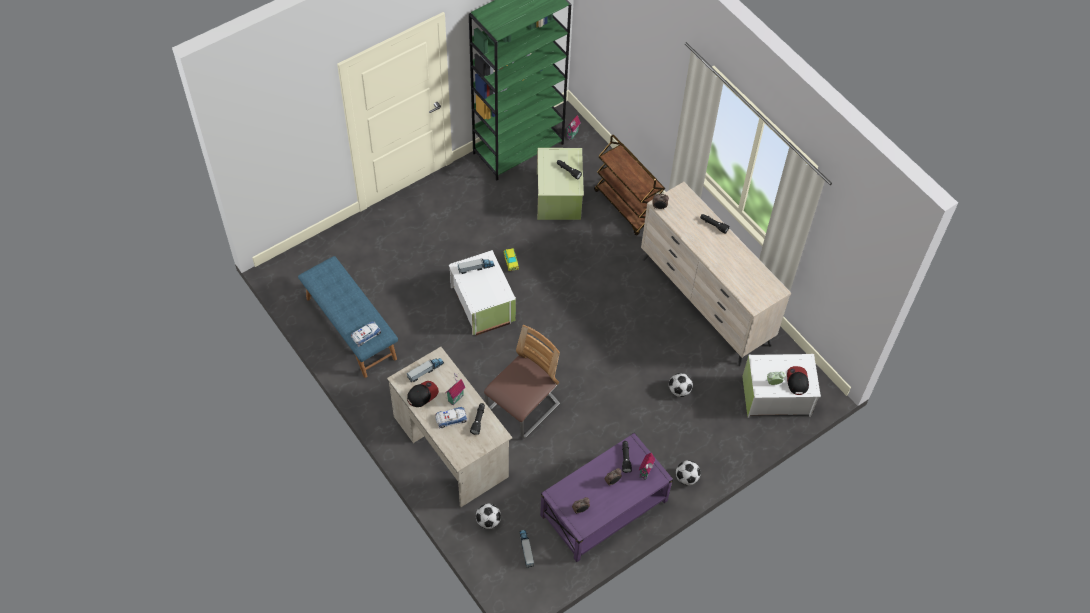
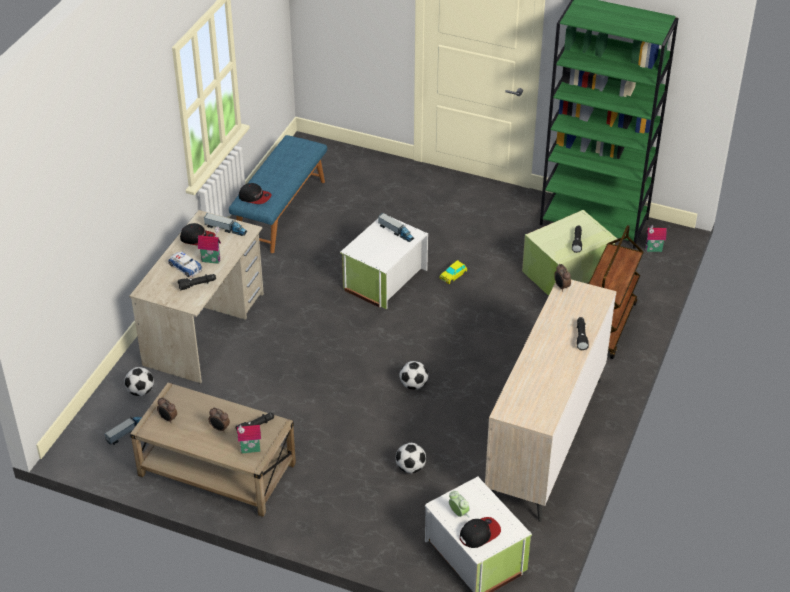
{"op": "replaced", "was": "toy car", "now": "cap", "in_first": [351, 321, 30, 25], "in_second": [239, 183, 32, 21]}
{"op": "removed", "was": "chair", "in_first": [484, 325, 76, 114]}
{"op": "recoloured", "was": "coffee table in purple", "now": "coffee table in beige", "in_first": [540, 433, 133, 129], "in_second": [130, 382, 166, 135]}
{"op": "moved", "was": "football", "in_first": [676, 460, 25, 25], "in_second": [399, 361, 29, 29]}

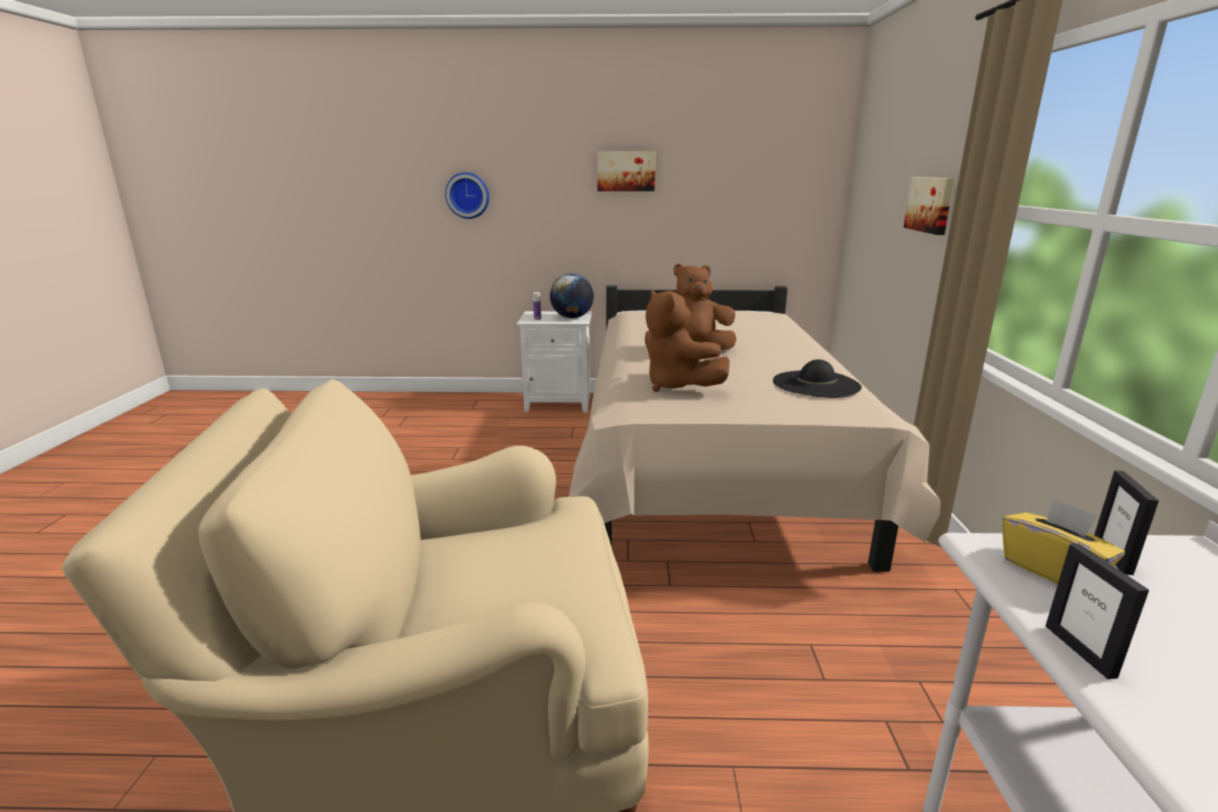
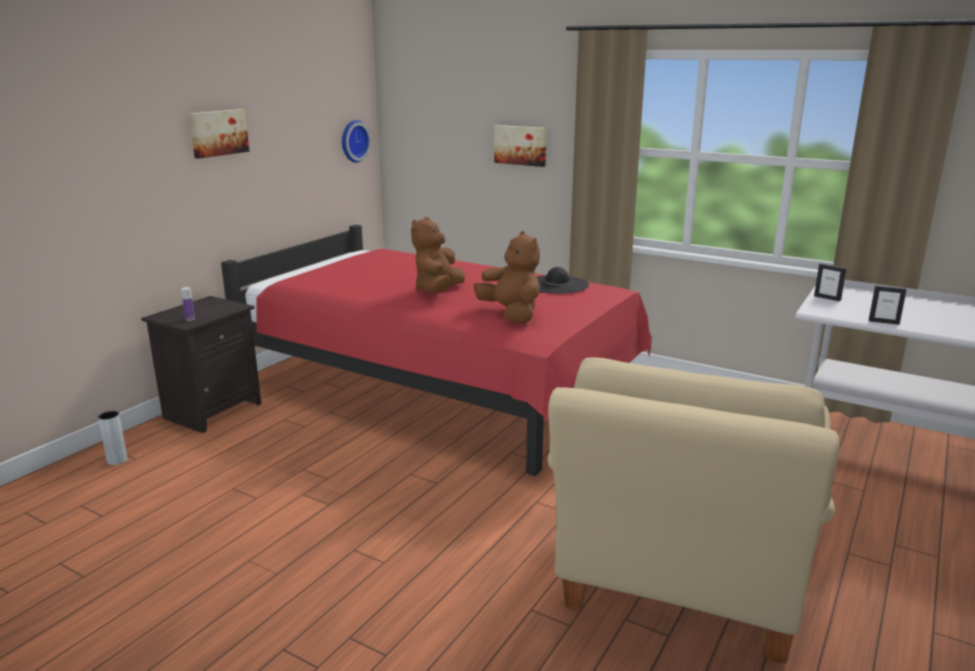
{"op": "moved", "was": "wall clock", "in_first": [445, 172, 44, 47], "in_second": [342, 120, 29, 43]}
{"op": "removed", "was": "globe", "in_first": [550, 274, 44, 44]}
{"op": "recoloured", "was": "bed in beige", "now": "bed in red", "in_first": [569, 285, 372, 287], "in_second": [221, 225, 431, 251]}
{"op": "turned", "was": "plush toy in brown", "in_first": [645, 289, 85, 103], "in_second": [474, 231, 66, 92], "clockwise": -120}
{"op": "recoloured", "was": "nightstand in white", "now": "nightstand in black", "in_first": [517, 311, 75, 101], "in_second": [141, 296, 120, 137]}
{"op": "removed", "was": "tissue box in yellow", "in_first": [1002, 498, 123, 86]}
{"op": "added", "now": "vase in grey", "in_second": [98, 411, 30, 54]}

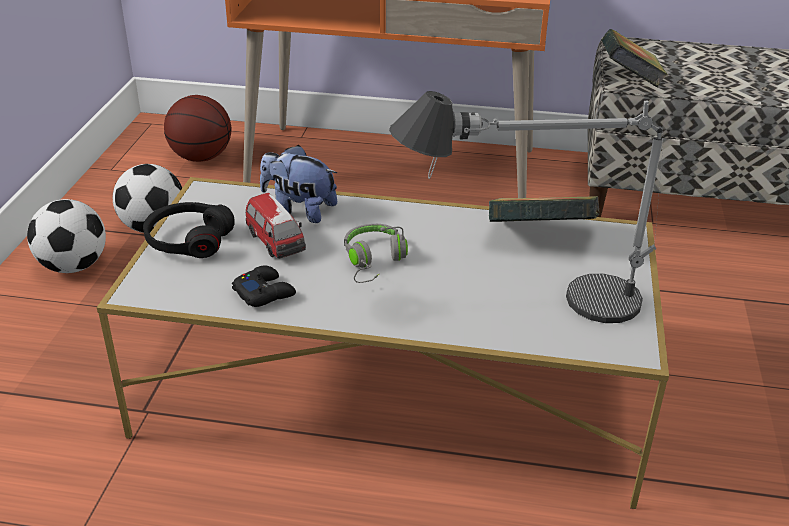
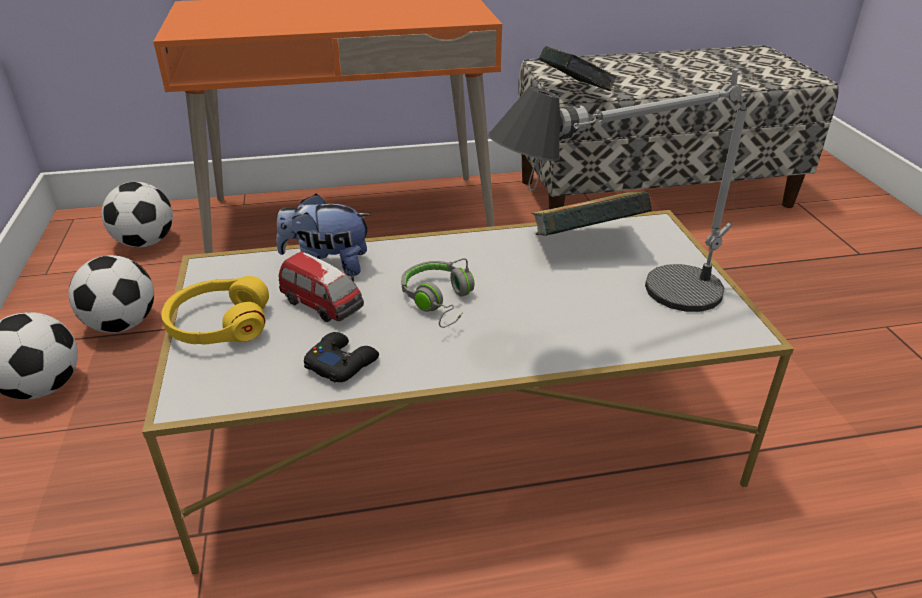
{"op": "replaced", "was": "basketball", "now": "football", "in_first": [164, 95, 67, 67], "in_second": [102, 182, 71, 65]}
{"op": "recoloured", "was": "headphones in black", "now": "headphones in yellow", "in_first": [143, 202, 92, 56], "in_second": [161, 276, 108, 69]}

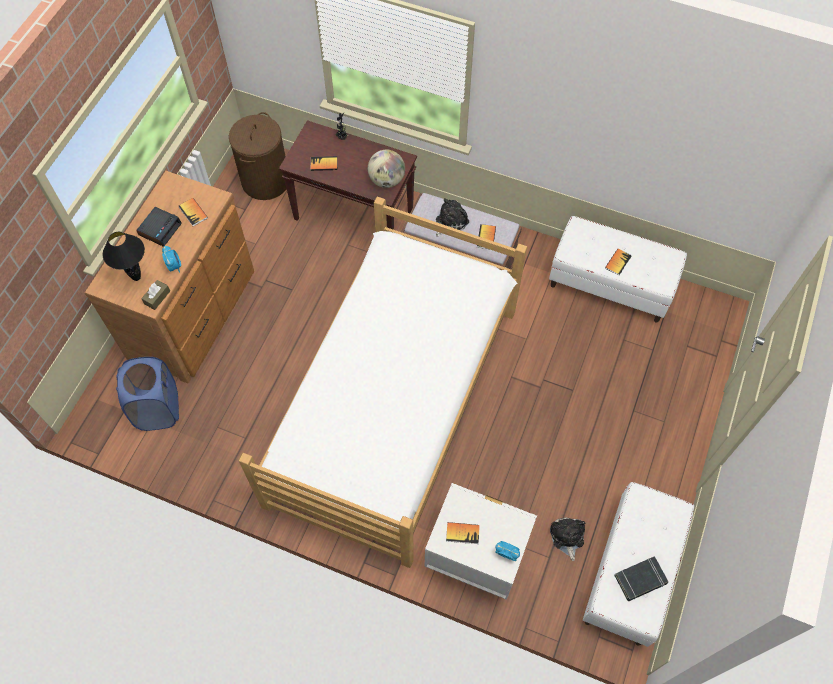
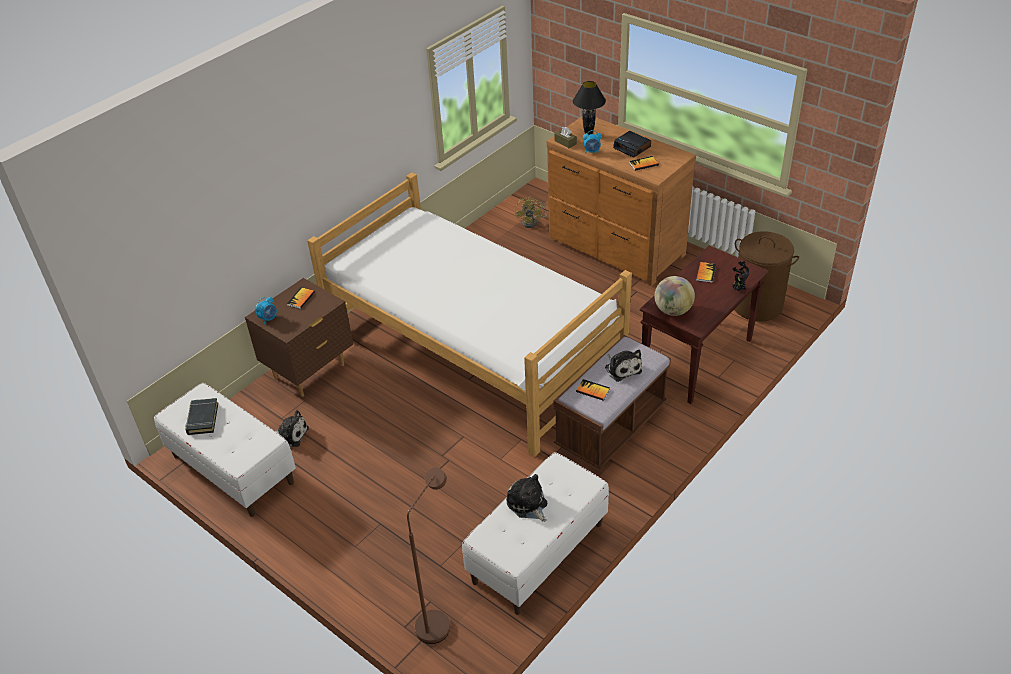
{"op": "replaced", "was": "book", "now": "plush toy", "in_first": [605, 249, 27, 27], "in_second": [506, 474, 41, 48]}
{"op": "replaced", "was": "laundry basket in blue", "now": "fan in yellow", "in_first": [116, 357, 63, 74], "in_second": [515, 196, 32, 32]}
{"op": "recoloured", "was": "nightstand in white", "now": "nightstand in brown", "in_first": [425, 483, 112, 117], "in_second": [245, 278, 108, 119]}
{"op": "added", "now": "floor lamp in brown", "in_second": [407, 467, 43, 177]}

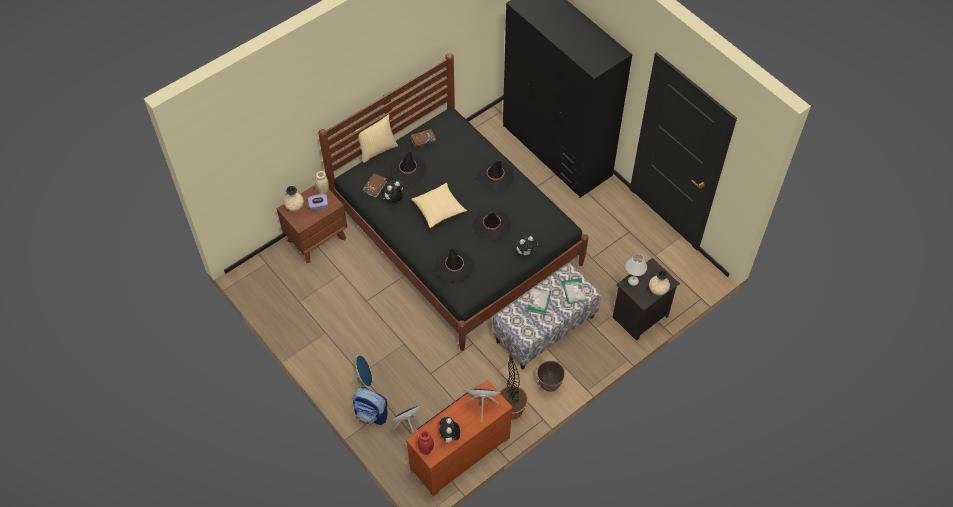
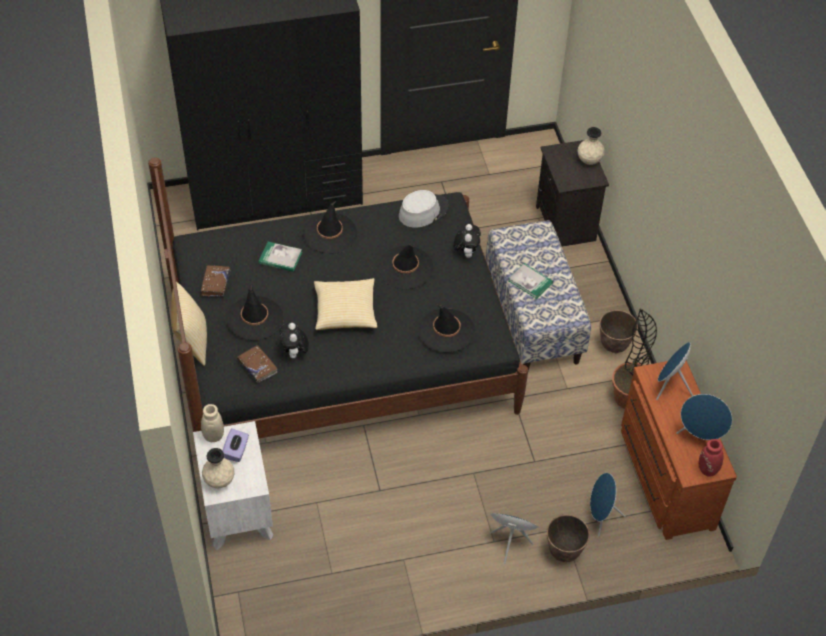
{"op": "recoloured", "was": "nightstand in brown", "now": "nightstand in white", "in_first": [277, 185, 70, 78], "in_second": [193, 421, 80, 129]}
{"op": "removed", "was": "table lamp in white", "in_first": [626, 254, 21, 32]}
{"op": "moved", "was": "book", "in_first": [562, 278, 25, 26], "in_second": [259, 242, 43, 30]}
{"op": "replaced", "was": "backpack", "now": "planter", "in_first": [353, 387, 35, 38], "in_second": [547, 515, 43, 47]}
{"op": "replaced", "was": "plush toy", "now": "speaker in blue", "in_first": [439, 417, 21, 26], "in_second": [676, 394, 56, 46]}
{"op": "added", "now": "hat in grey", "in_second": [399, 190, 49, 38]}

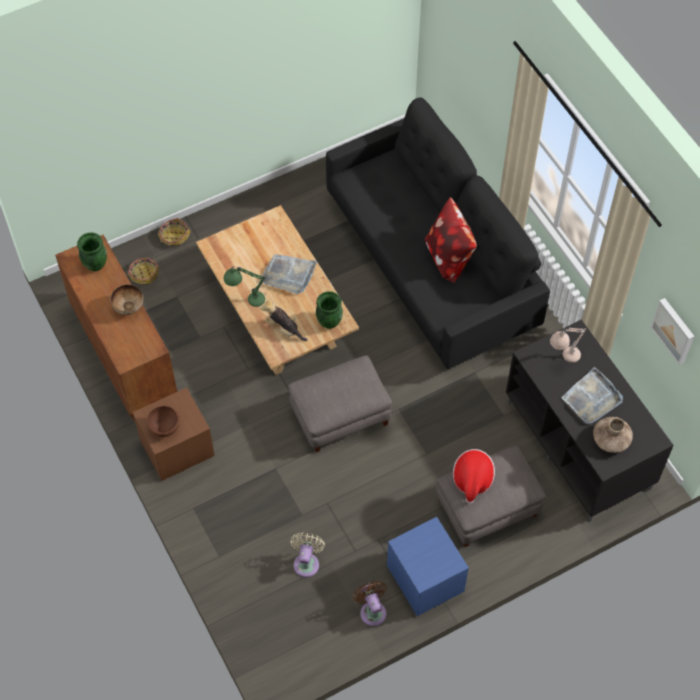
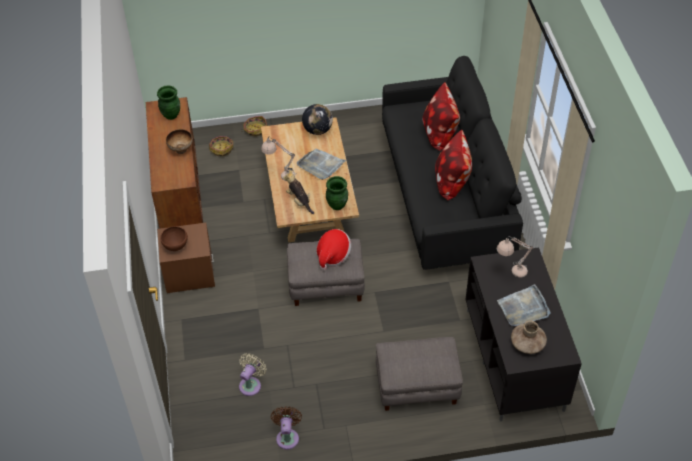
{"op": "recoloured", "was": "table lamp in green", "now": "table lamp in beige", "in_first": [224, 266, 42, 41], "in_second": [261, 137, 36, 44]}
{"op": "removed", "was": "picture", "in_first": [651, 298, 44, 67]}
{"op": "moved", "was": "hat", "in_first": [453, 449, 42, 55], "in_second": [317, 229, 34, 41]}
{"op": "removed", "was": "nightstand in blue", "in_first": [387, 517, 82, 99]}
{"op": "added", "now": "pillow", "in_second": [422, 82, 38, 69]}
{"op": "added", "now": "globe", "in_second": [302, 104, 31, 31]}

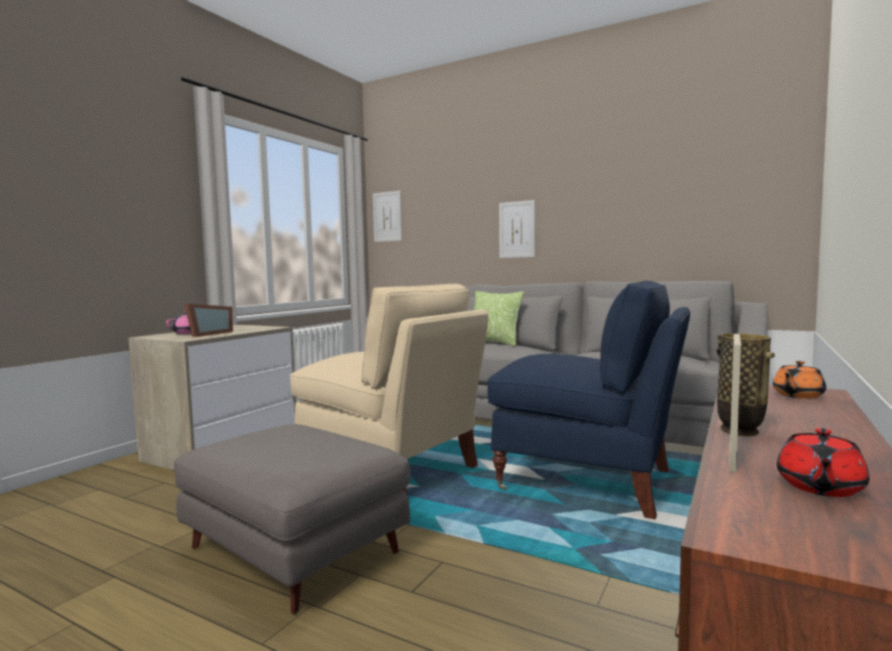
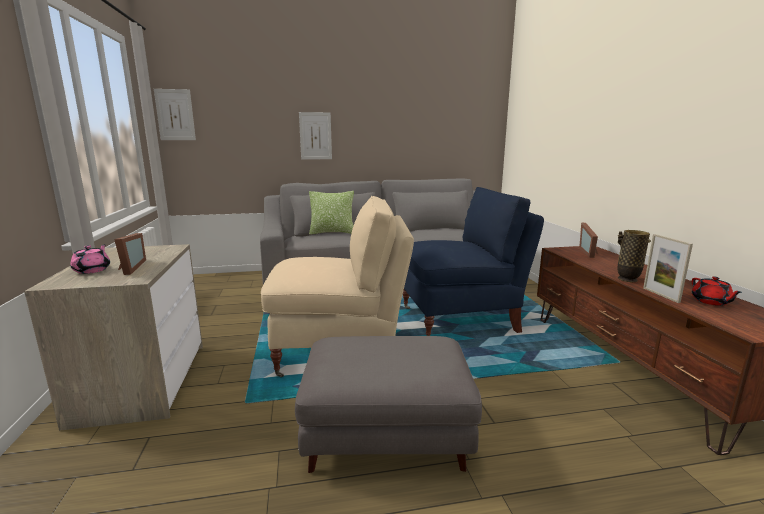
{"op": "replaced", "was": "teapot in orange", "now": "picture frame", "in_first": [773, 361, 53, 38], "in_second": [579, 223, 19, 35]}

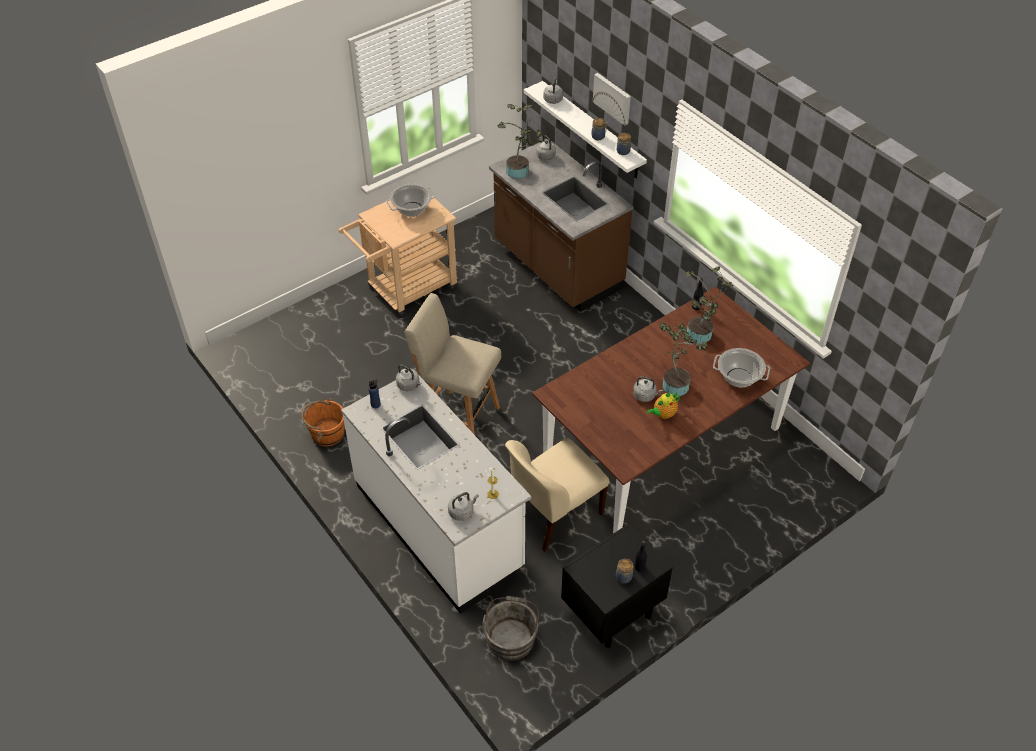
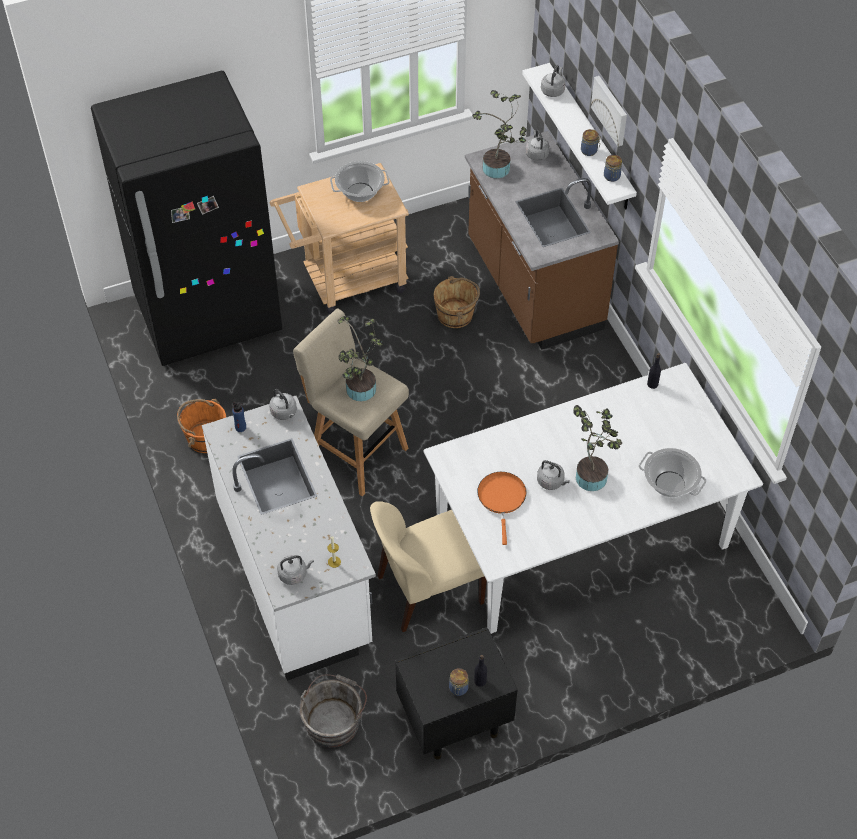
{"op": "moved", "was": "potted plant", "in_first": [685, 266, 48, 78], "in_second": [337, 316, 46, 85]}
{"op": "recoloured", "was": "dining table in brown", "now": "dining table in white", "in_first": [532, 287, 278, 246], "in_second": [423, 363, 340, 271]}
{"op": "removed", "was": "teapot", "in_first": [647, 393, 33, 26]}
{"op": "added", "now": "fridge in black", "in_second": [91, 71, 191, 295]}
{"op": "added", "now": "bucket in brown", "in_second": [434, 276, 46, 52]}
{"op": "added", "now": "frying pan in orange", "in_second": [477, 472, 49, 73]}

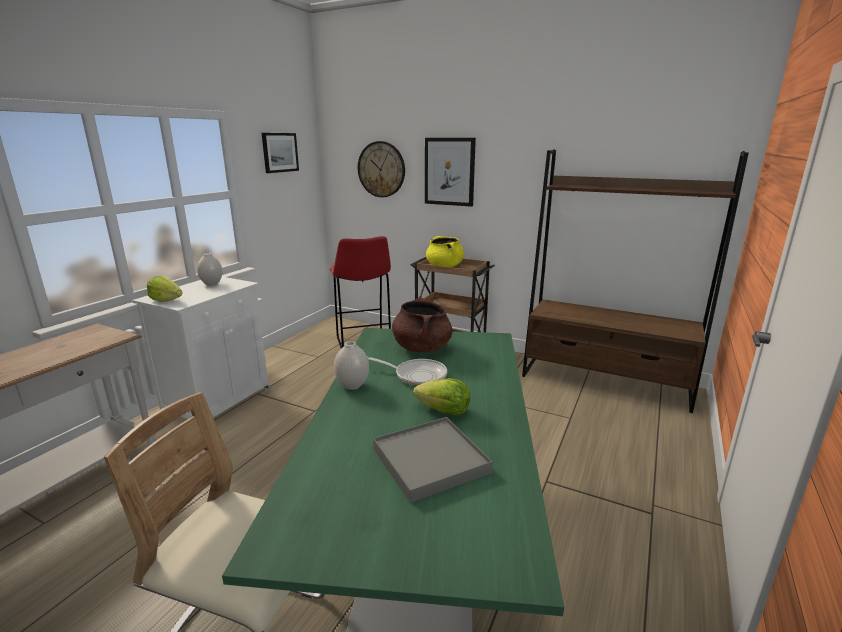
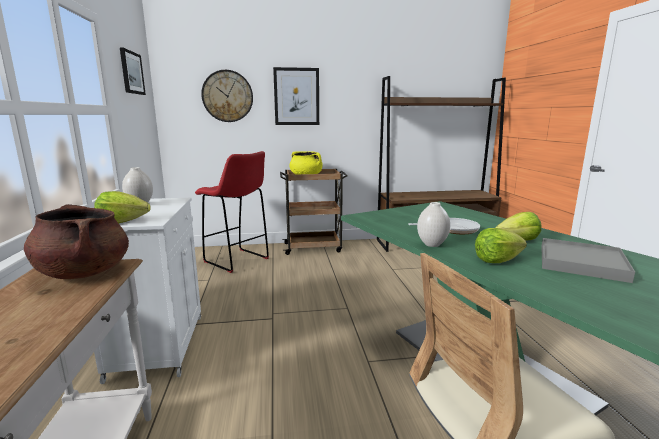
{"op": "moved", "was": "cooking pot in brown", "in_first": [392, 297, 61, 56], "in_second": [24, 204, 105, 75]}
{"op": "added", "now": "lettuce", "in_second": [475, 228, 52, 35]}

